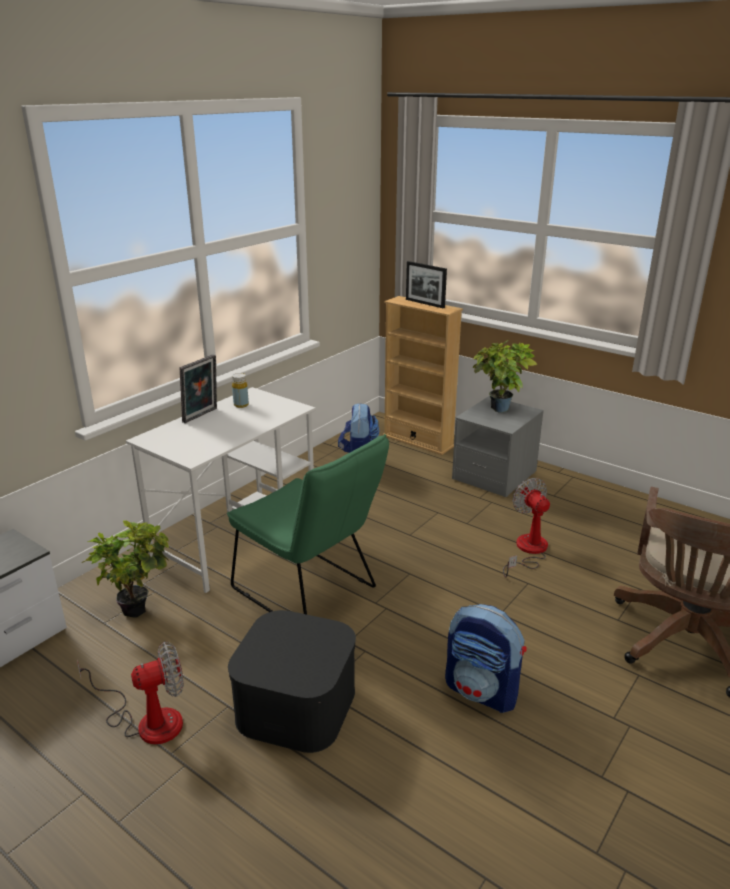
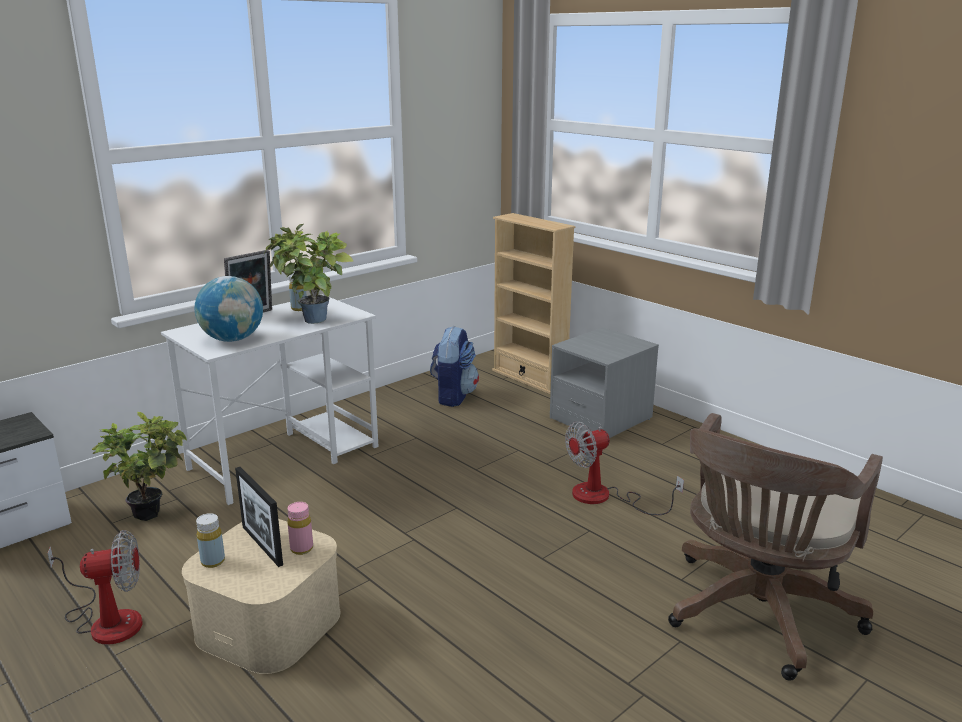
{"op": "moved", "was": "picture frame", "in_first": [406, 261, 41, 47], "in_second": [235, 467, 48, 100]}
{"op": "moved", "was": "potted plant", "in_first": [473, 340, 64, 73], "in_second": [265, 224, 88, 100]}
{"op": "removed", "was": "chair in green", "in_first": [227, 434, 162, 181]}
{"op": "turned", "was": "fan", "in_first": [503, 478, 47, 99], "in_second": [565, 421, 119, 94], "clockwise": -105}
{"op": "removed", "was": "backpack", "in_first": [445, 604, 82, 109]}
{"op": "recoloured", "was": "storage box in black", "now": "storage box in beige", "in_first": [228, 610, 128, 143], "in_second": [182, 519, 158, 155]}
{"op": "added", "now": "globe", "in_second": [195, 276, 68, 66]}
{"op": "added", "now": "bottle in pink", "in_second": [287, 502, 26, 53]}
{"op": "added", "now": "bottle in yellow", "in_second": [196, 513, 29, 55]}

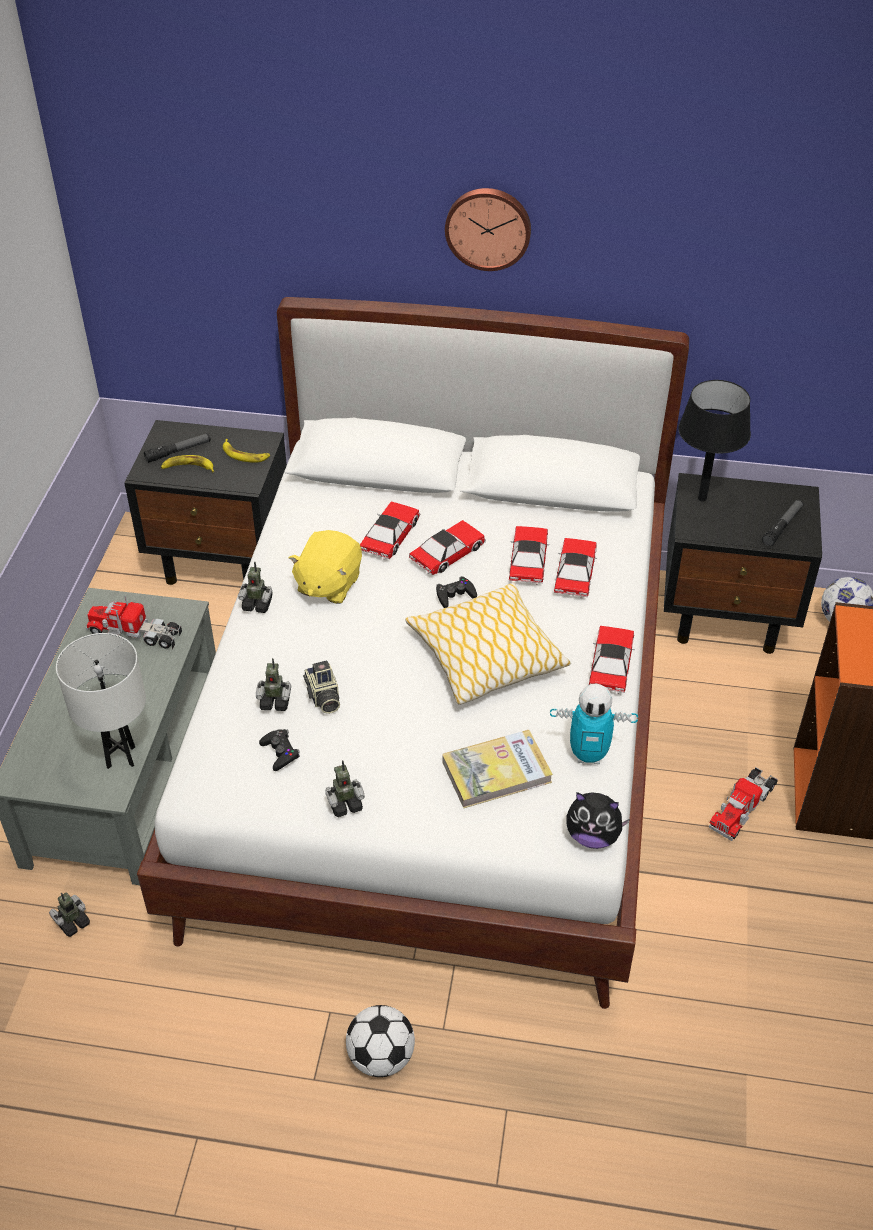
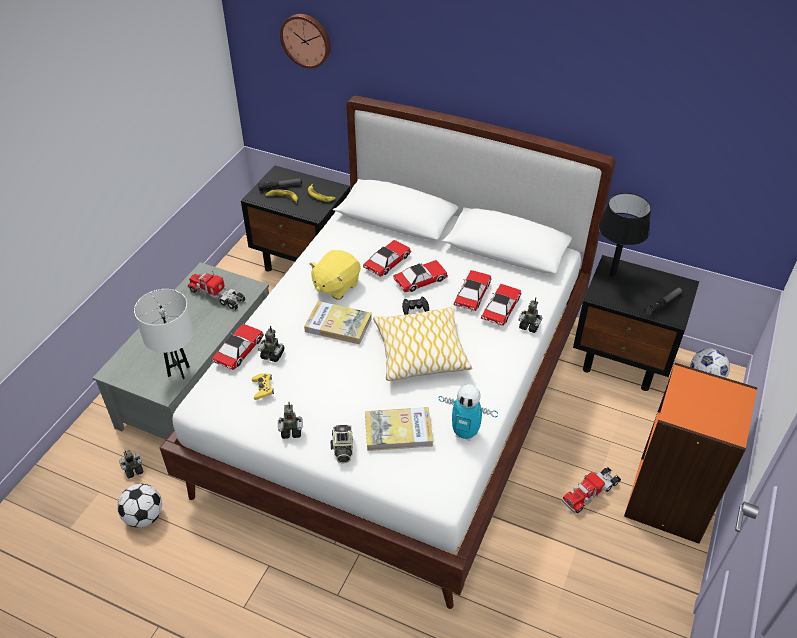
{"op": "moved", "was": "wall clock", "in_first": [445, 188, 86, 83], "in_second": [280, 14, 51, 55]}
{"op": "moved", "was": "toy robot", "in_first": [238, 562, 34, 51], "in_second": [519, 298, 23, 35]}
{"op": "moved", "was": "toy car", "in_first": [589, 626, 46, 68], "in_second": [212, 324, 52, 46]}
{"op": "moved", "was": "photo camera", "in_first": [303, 660, 37, 54], "in_second": [331, 425, 22, 39]}
{"op": "recoloured", "was": "game controller in black", "now": "game controller in yellow", "in_first": [259, 729, 41, 42], "in_second": [252, 373, 22, 27]}
{"op": "removed", "was": "plush toy", "in_first": [566, 792, 64, 57]}
{"op": "moved", "was": "football", "in_first": [346, 1005, 69, 72], "in_second": [117, 484, 45, 44]}
{"op": "added", "now": "book", "in_second": [304, 301, 68, 43]}

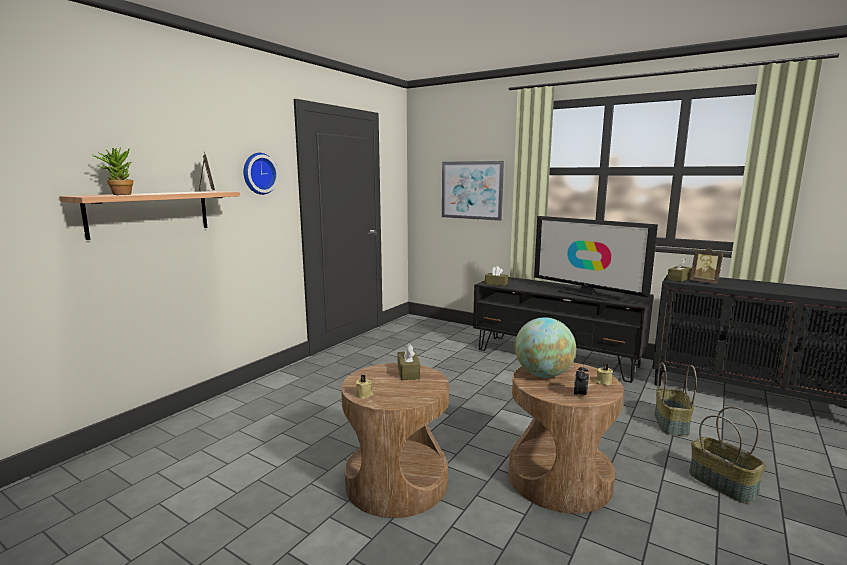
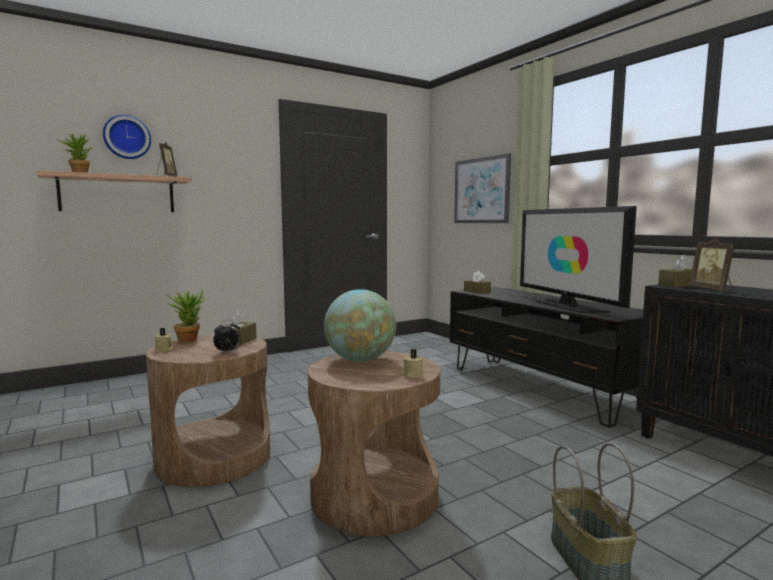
{"op": "moved", "was": "wall clock", "in_first": [243, 153, 36, 42], "in_second": [103, 115, 48, 44]}
{"op": "removed", "was": "basket", "in_first": [655, 362, 42, 75]}
{"op": "moved", "was": "alarm clock", "in_first": [574, 364, 15, 32], "in_second": [213, 320, 28, 33]}
{"op": "added", "now": "potted plant", "in_second": [165, 290, 40, 52]}

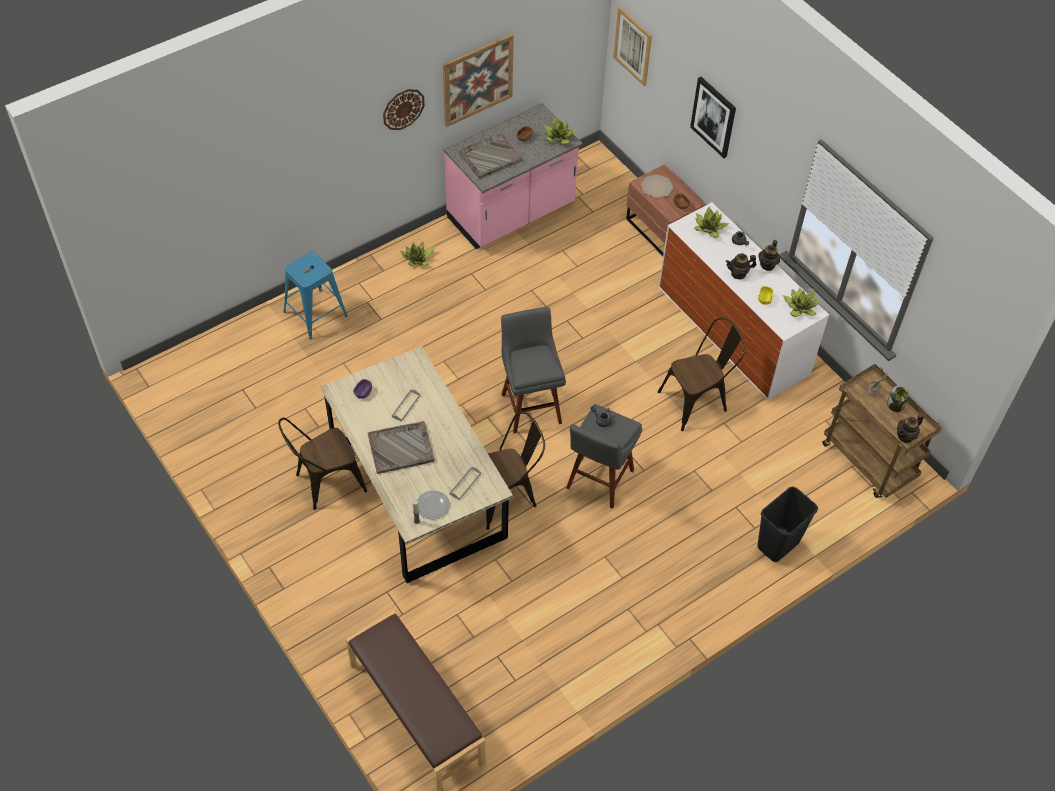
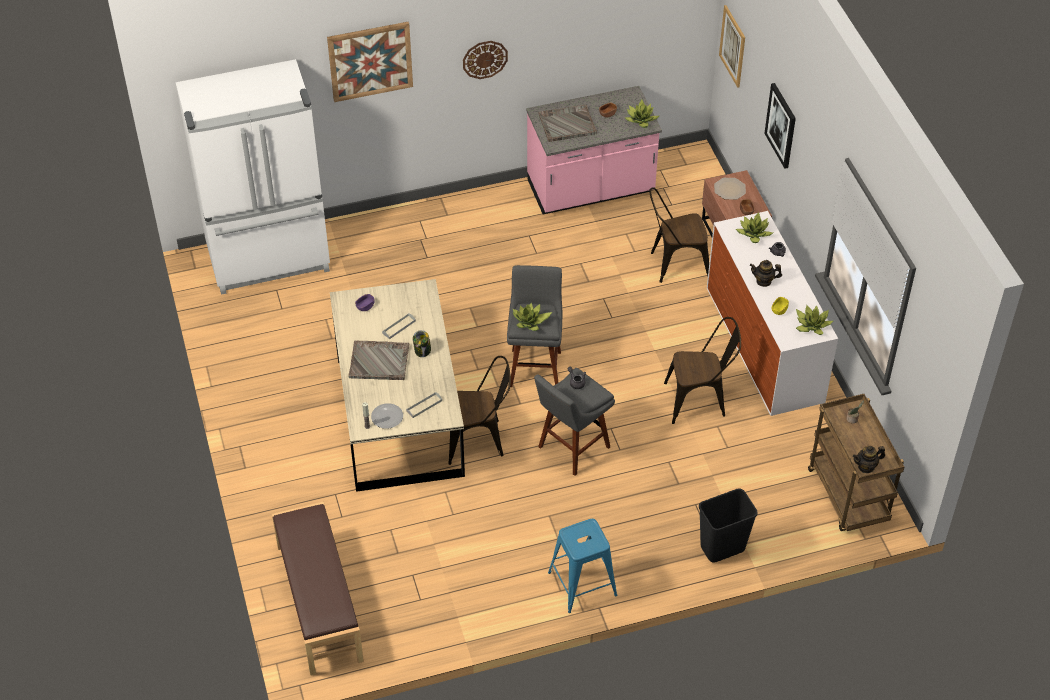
{"op": "moved", "was": "picture", "in_first": [443, 34, 71, 93], "in_second": [327, 22, 86, 80]}
{"op": "removed", "was": "teapot", "in_first": [758, 240, 22, 31]}
{"op": "moved", "was": "potted plant", "in_first": [400, 241, 35, 25], "in_second": [513, 303, 39, 28]}
{"op": "moved", "was": "stool in blue", "in_first": [284, 252, 64, 88], "in_second": [548, 519, 69, 94]}
{"op": "moved", "was": "jar", "in_first": [887, 385, 21, 27], "in_second": [413, 330, 18, 27]}
{"op": "moved", "was": "chair in brown", "in_first": [278, 417, 89, 93], "in_second": [649, 187, 60, 96]}
{"op": "added", "now": "fridge in white", "in_second": [176, 59, 154, 236]}

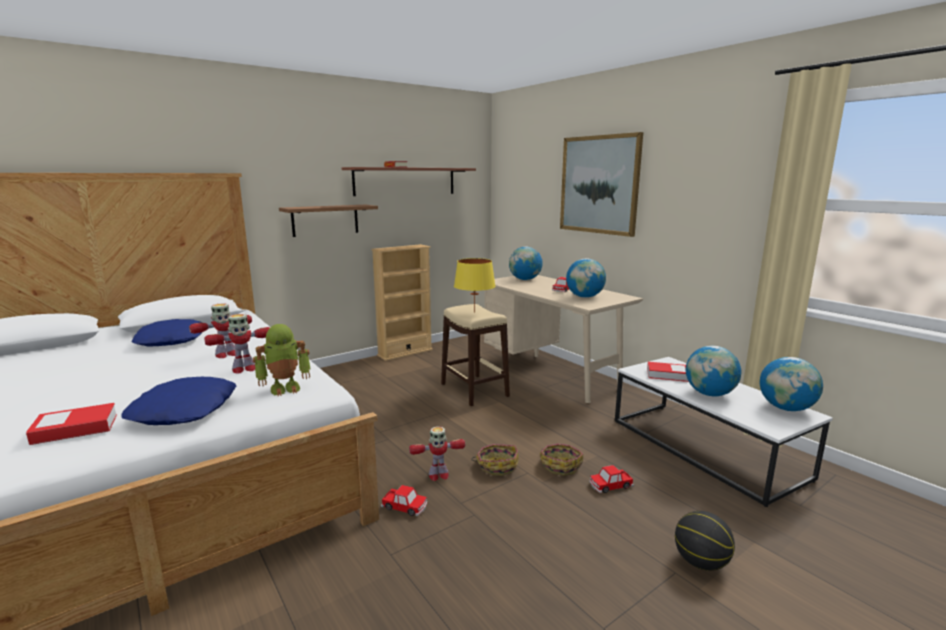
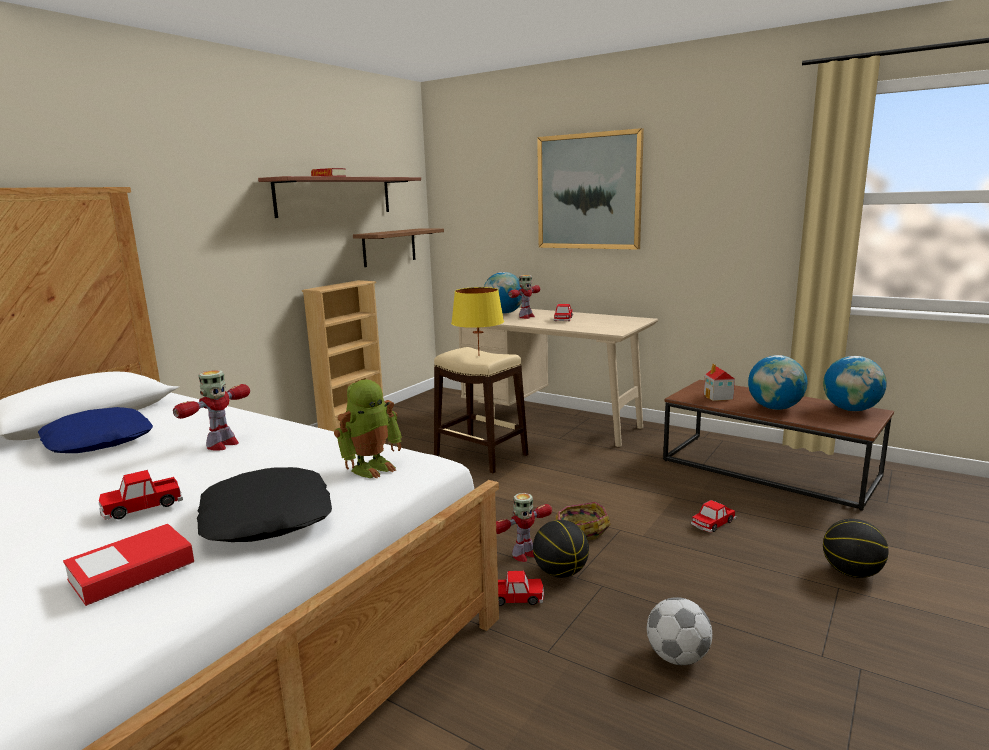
{"op": "moved", "was": "shelf", "in_first": [279, 205, 99, 32], "in_second": [353, 228, 91, 39]}
{"op": "removed", "was": "globe", "in_first": [566, 258, 40, 40]}
{"op": "moved", "was": "toy robot", "in_first": [204, 314, 66, 60], "in_second": [508, 275, 32, 44]}
{"op": "recoloured", "was": "coffee table in white", "now": "coffee table in brown", "in_first": [615, 357, 218, 150], "in_second": [663, 380, 231, 131]}
{"op": "replaced", "was": "book", "now": "toy house", "in_first": [647, 362, 42, 20], "in_second": [704, 364, 31, 37]}
{"op": "recoloured", "was": "pillow in blue", "now": "pillow in black", "in_first": [121, 377, 115, 48], "in_second": [197, 467, 135, 75]}
{"op": "removed", "was": "basket", "in_first": [540, 444, 43, 32]}
{"op": "added", "now": "toy car", "in_second": [99, 470, 84, 50]}
{"op": "added", "now": "basketball", "in_second": [533, 520, 56, 58]}
{"op": "added", "now": "football", "in_second": [647, 597, 65, 68]}

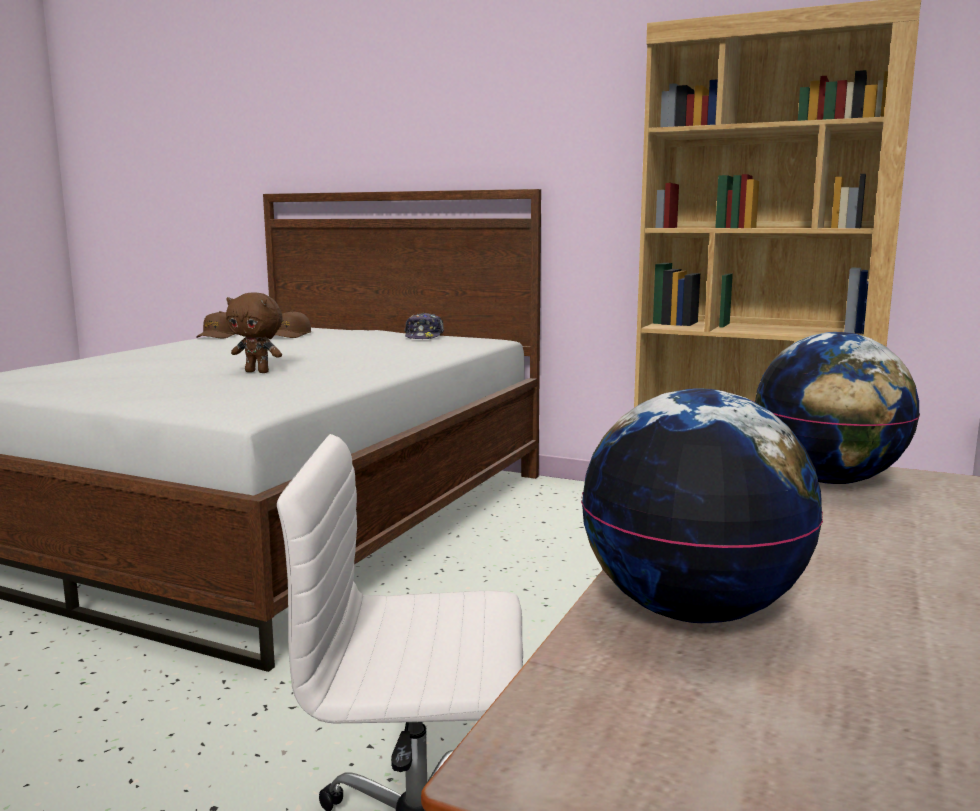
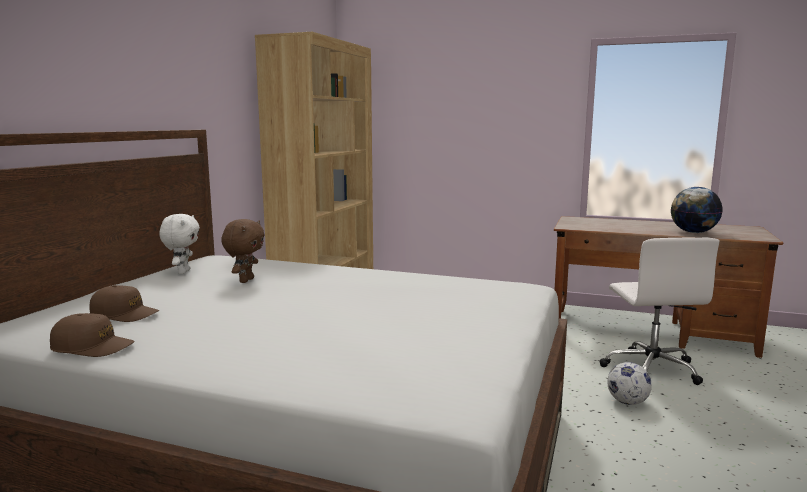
{"op": "moved", "was": "plush toy in brown", "in_first": [226, 292, 57, 81], "in_second": [221, 219, 44, 64]}
{"op": "replaced", "was": "cap", "now": "plush toy in white", "in_first": [404, 313, 40, 26], "in_second": [159, 214, 41, 60]}
{"op": "removed", "was": "globe", "in_first": [754, 332, 166, 152]}
{"op": "added", "now": "football", "in_second": [607, 362, 45, 43]}

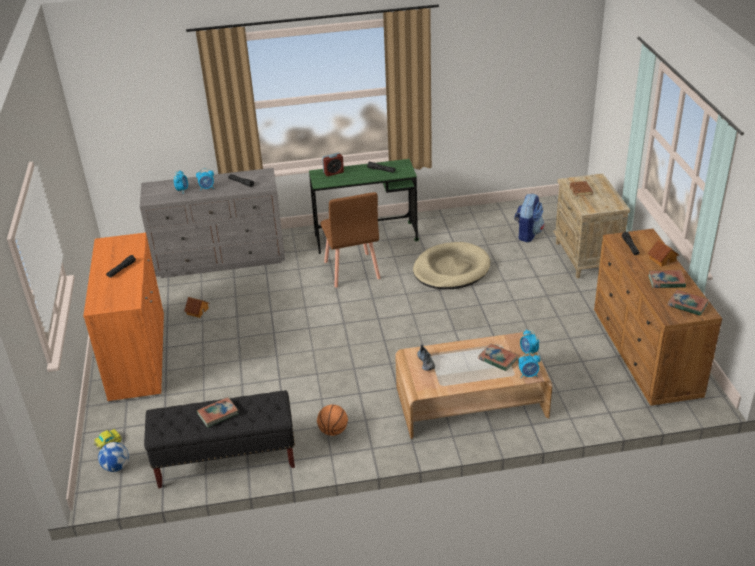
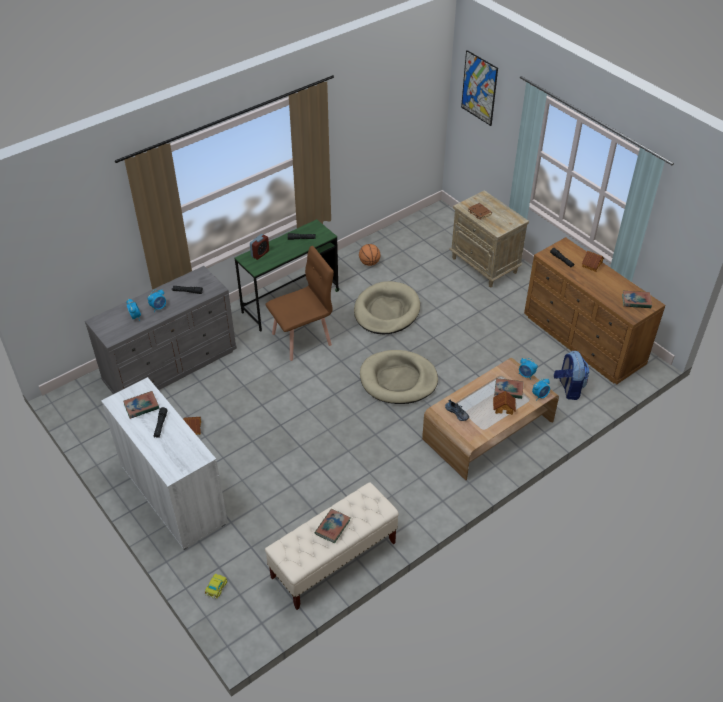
{"op": "turned", "was": "chair in brown", "in_first": [320, 192, 61, 96], "in_second": [265, 246, 69, 115], "clockwise": -75}
{"op": "moved", "was": "backpack", "in_first": [514, 193, 30, 49], "in_second": [554, 351, 35, 49]}
{"op": "recoloured", "was": "cabinet in orange", "now": "cabinet in white", "in_first": [83, 233, 81, 169], "in_second": [101, 377, 127, 173]}
{"op": "moved", "was": "book", "in_first": [648, 270, 38, 18], "in_second": [123, 391, 36, 28]}
{"op": "recoloured", "was": "bench in black", "now": "bench in beige", "in_first": [144, 390, 151, 98], "in_second": [265, 482, 134, 128]}
{"op": "moved", "was": "basketball", "in_first": [317, 405, 31, 31], "in_second": [359, 244, 22, 22]}
{"op": "removed", "was": "football", "in_first": [98, 442, 31, 30]}
{"op": "added", "now": "picture", "in_second": [461, 50, 37, 76]}
{"op": "added", "now": "dog bed in beige", "in_second": [360, 350, 78, 54]}
{"op": "added", "now": "toy house", "in_second": [493, 390, 23, 25]}

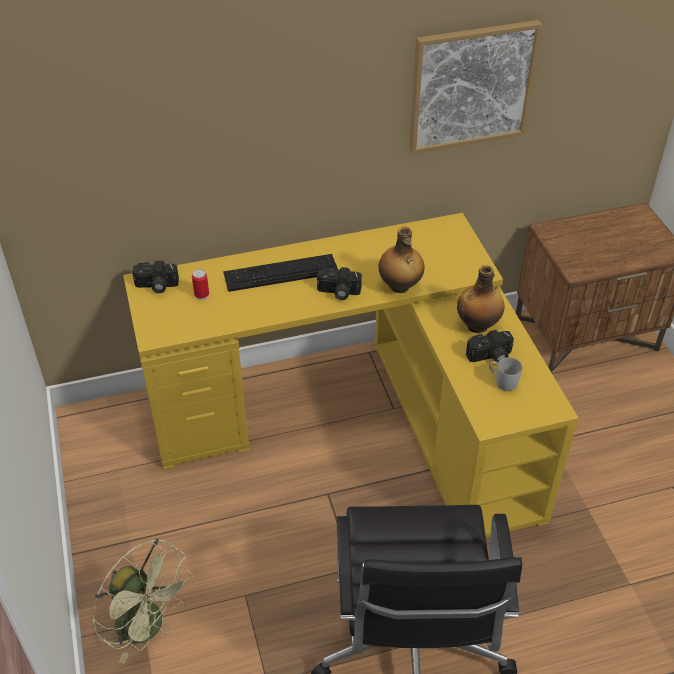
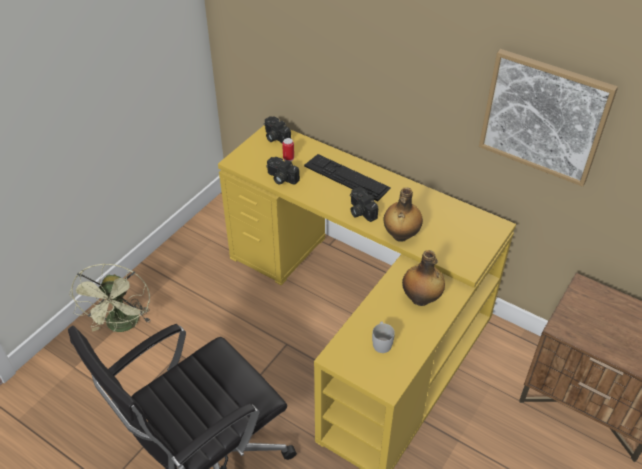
{"op": "moved", "was": "photo camera", "in_first": [466, 330, 48, 32], "in_second": [266, 157, 34, 28]}

